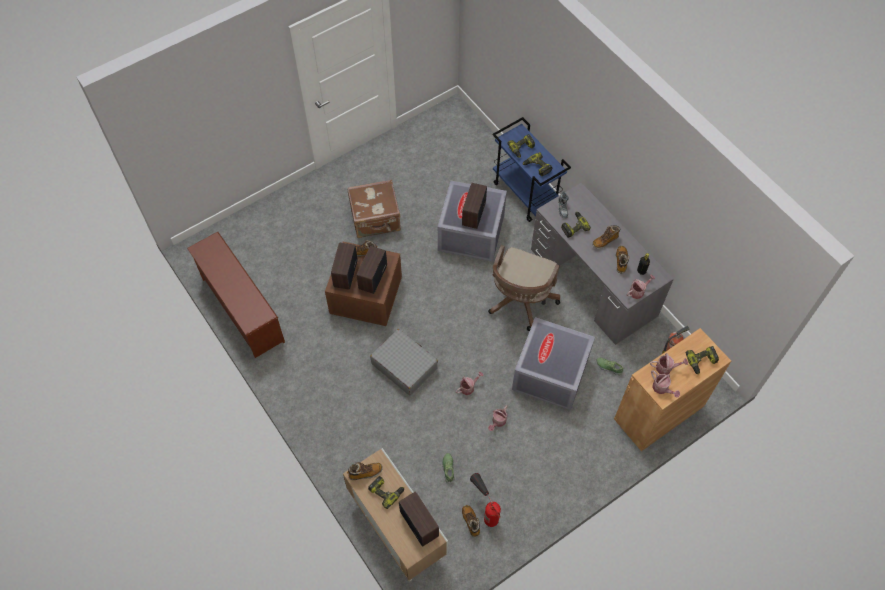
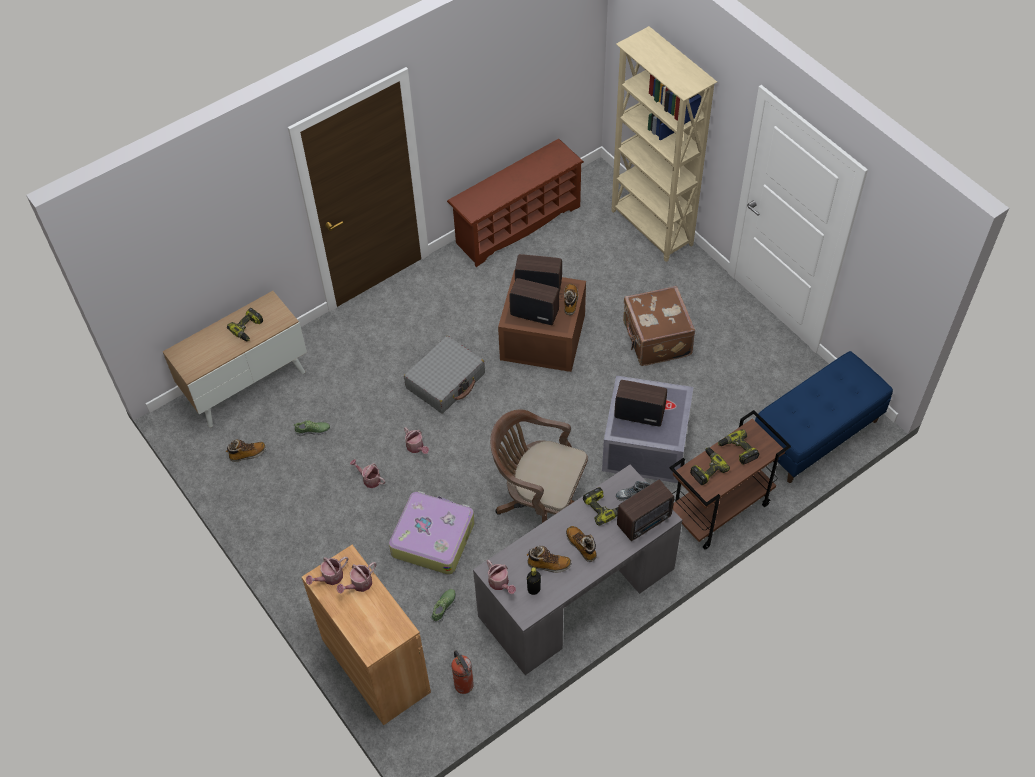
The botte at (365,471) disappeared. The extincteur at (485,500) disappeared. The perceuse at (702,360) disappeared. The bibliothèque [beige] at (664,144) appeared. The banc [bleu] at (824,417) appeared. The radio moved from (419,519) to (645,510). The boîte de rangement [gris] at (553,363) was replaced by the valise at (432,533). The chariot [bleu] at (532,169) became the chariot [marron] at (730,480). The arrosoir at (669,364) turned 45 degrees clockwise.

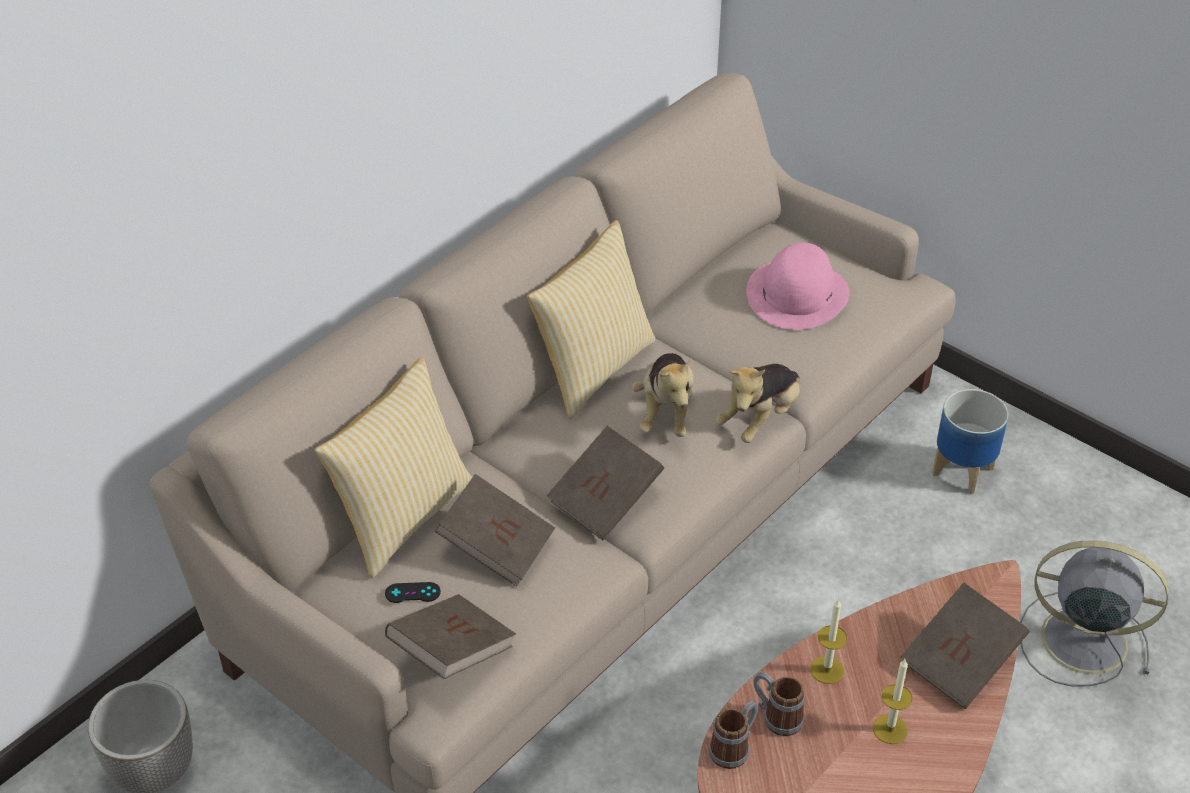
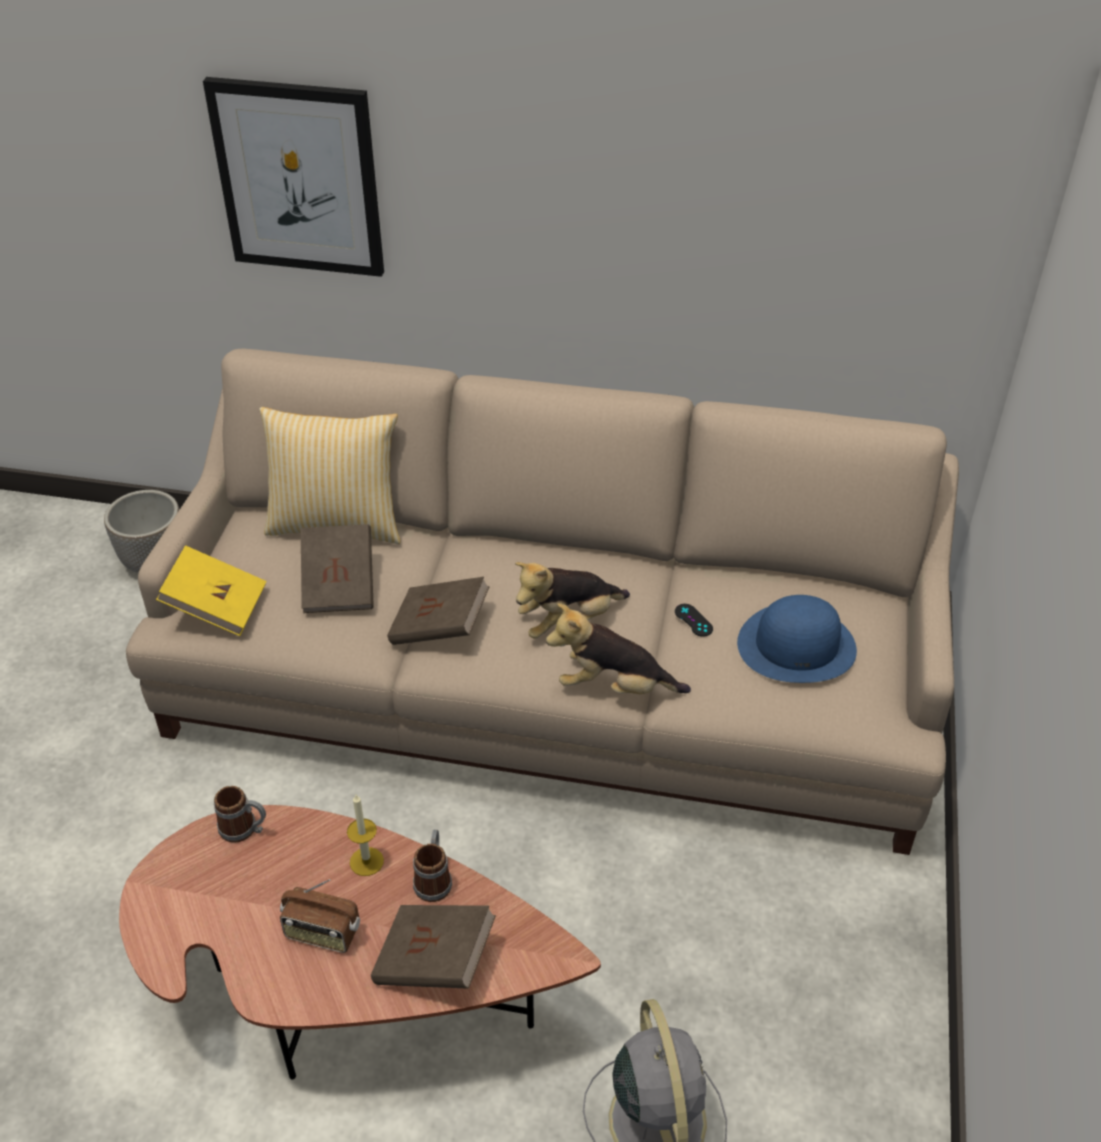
The coussin at (591,319) disappeared. The cache-pot at (970,441) disappeared. The tableau at (293,177) appeared. The manette [noir] moved from (413,592) to (694,620). The mug moved from (779,704) to (432,865). The bougie at (892,701) was replaced by the radio at (320,916). The livre [marron] at (450,636) became the livre [jaune] at (211,590). The chapeau [rose] at (797,286) became the chapeau [bleu] at (797,639).

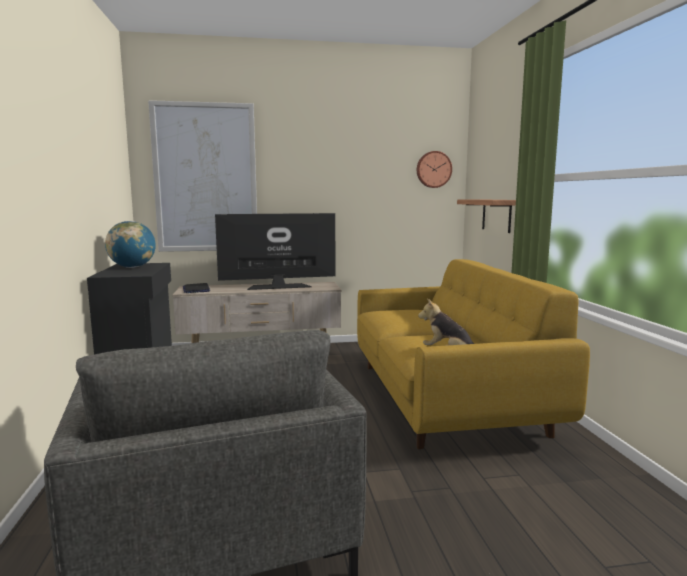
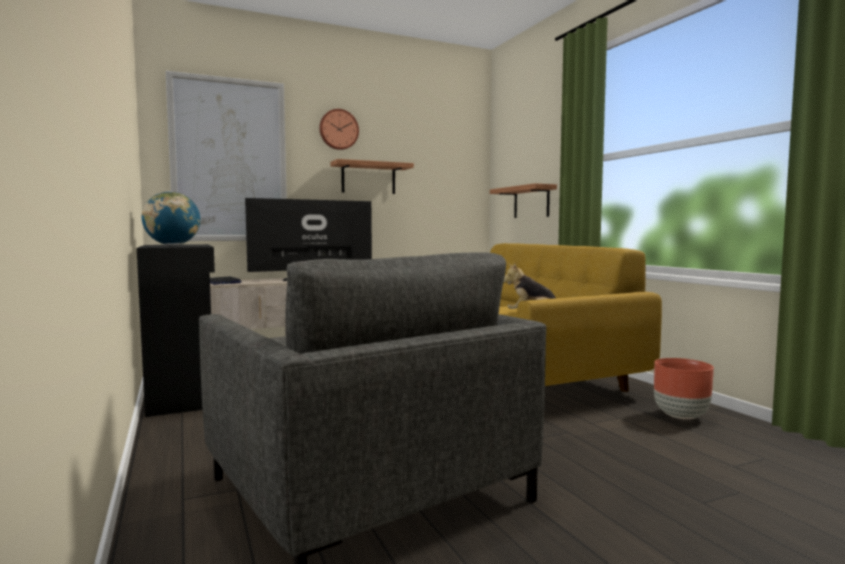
The étagère at (372,176) appeared. The cache-pot [marron] at (684,388) appeared. The horloge murale moved from (434,169) to (339,129).

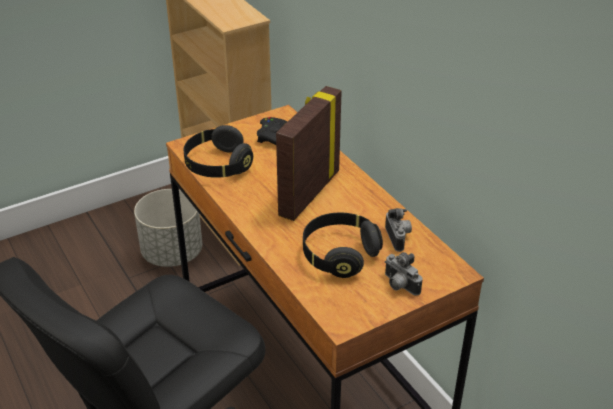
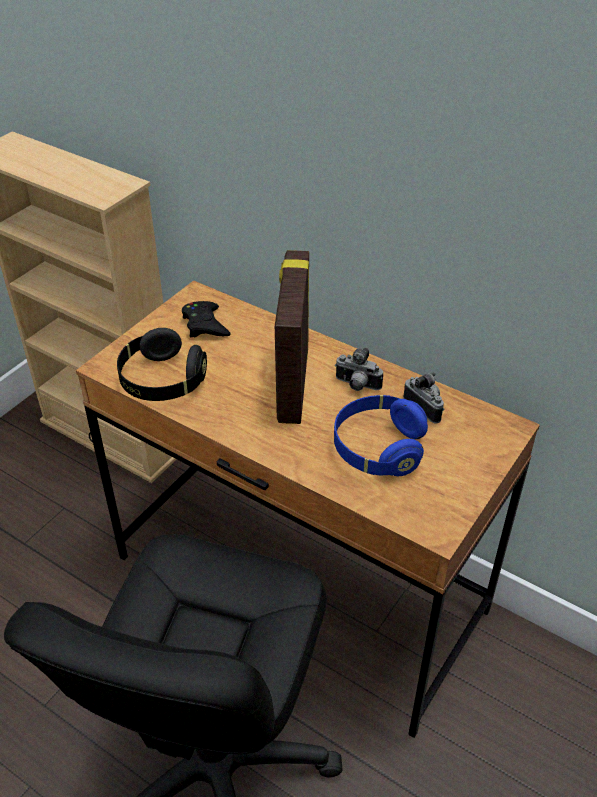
The cache-pot [gris] at (168,228) disappeared. The appareil photo moved from (404,273) to (359,369). The casque audio [noir] at (343,245) became the casque audio [bleu] at (381,435).

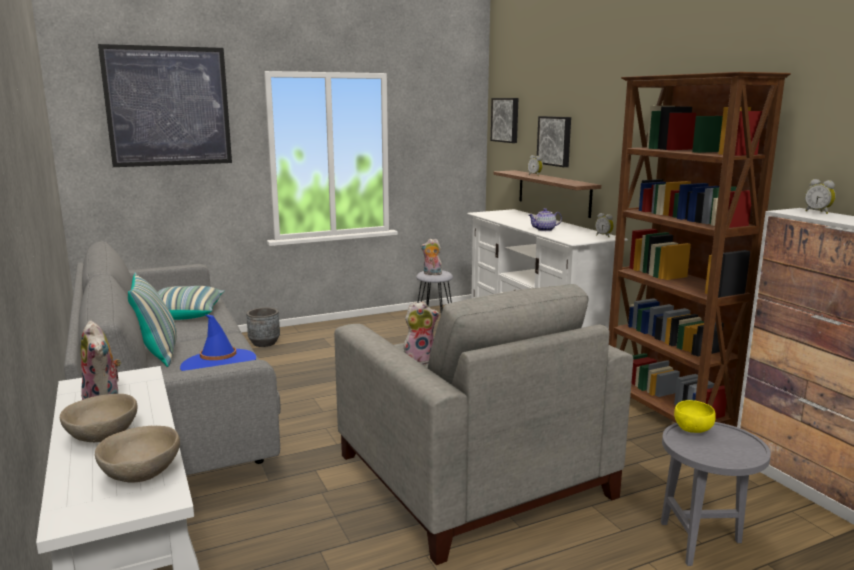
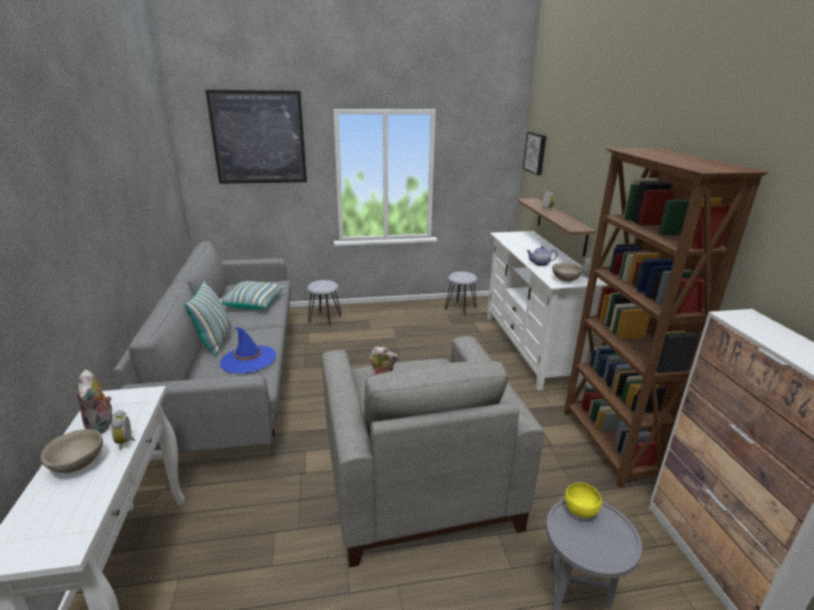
The peluche at (431,257) disappeared. The tableau at (554,141) disappeared. The bol [beige] moved from (137,454) to (567,272). The réveil moved from (820,196) to (123,430). The cache-pot [gris] at (263,327) was replaced by the tabouret [gris] at (324,303).

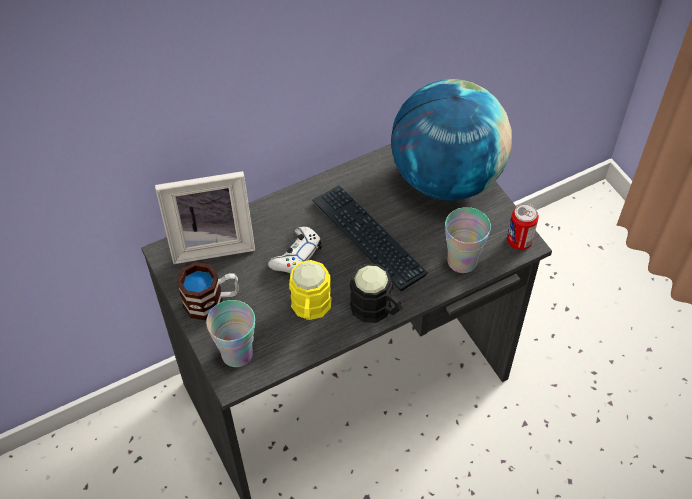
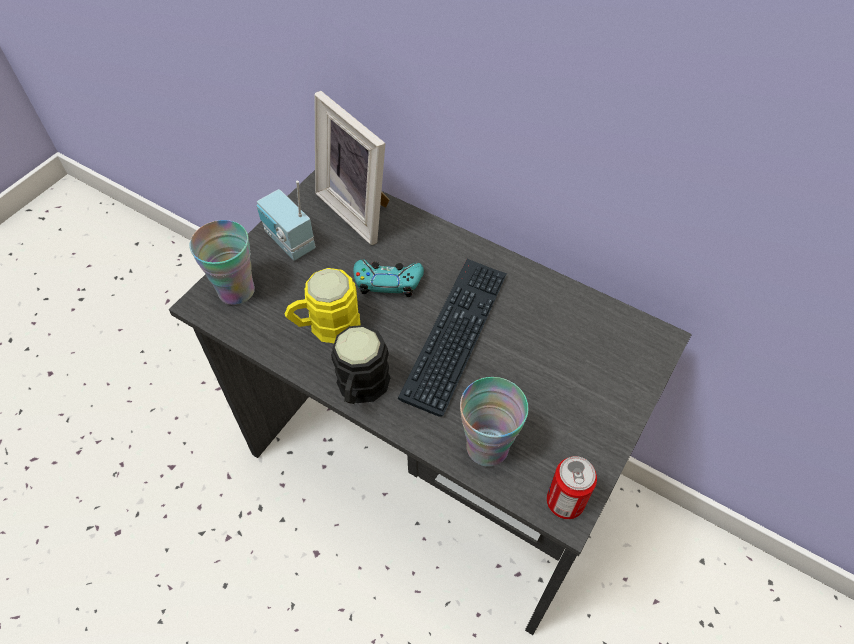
The globe at (451,140) disappeared. The mug at (208,291) was replaced by the radio at (286,221). The manette [blanc] at (295,250) became the manette [turquoise] at (388,278).

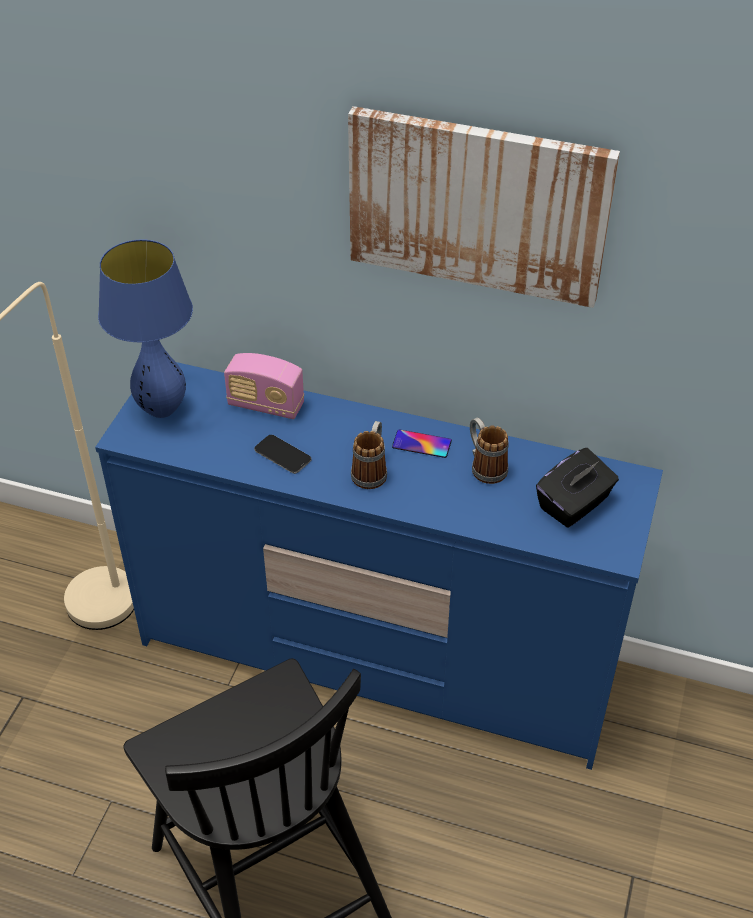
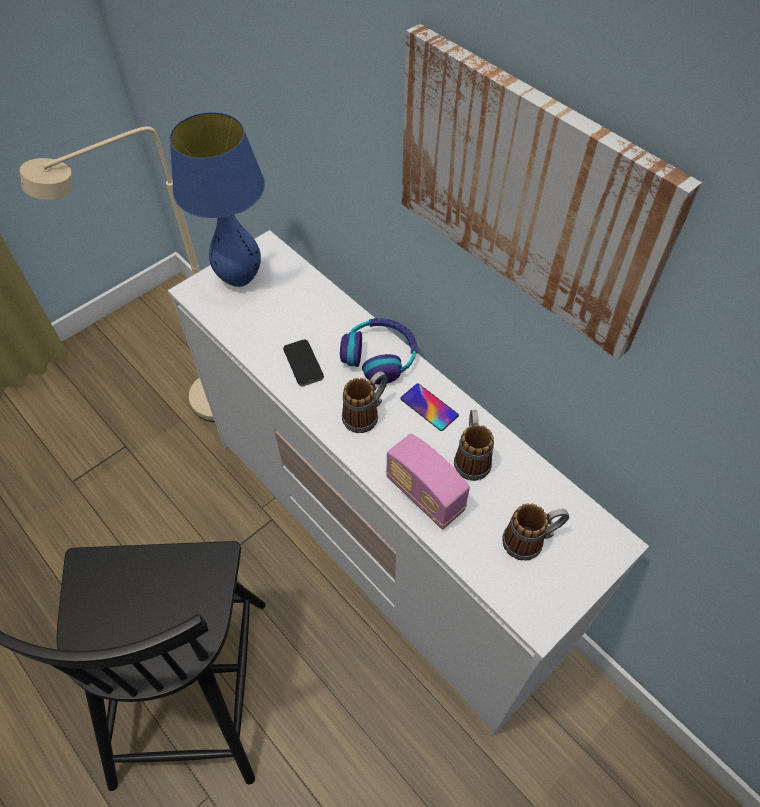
The casque audio at (378,351) appeared. The radio moved from (264,386) to (428,481). The boîte à mouchoirs [noir] at (577,487) was replaced by the mug at (535,532). The commode [bleu] at (379,566) became the commode [blanc] at (408,483).

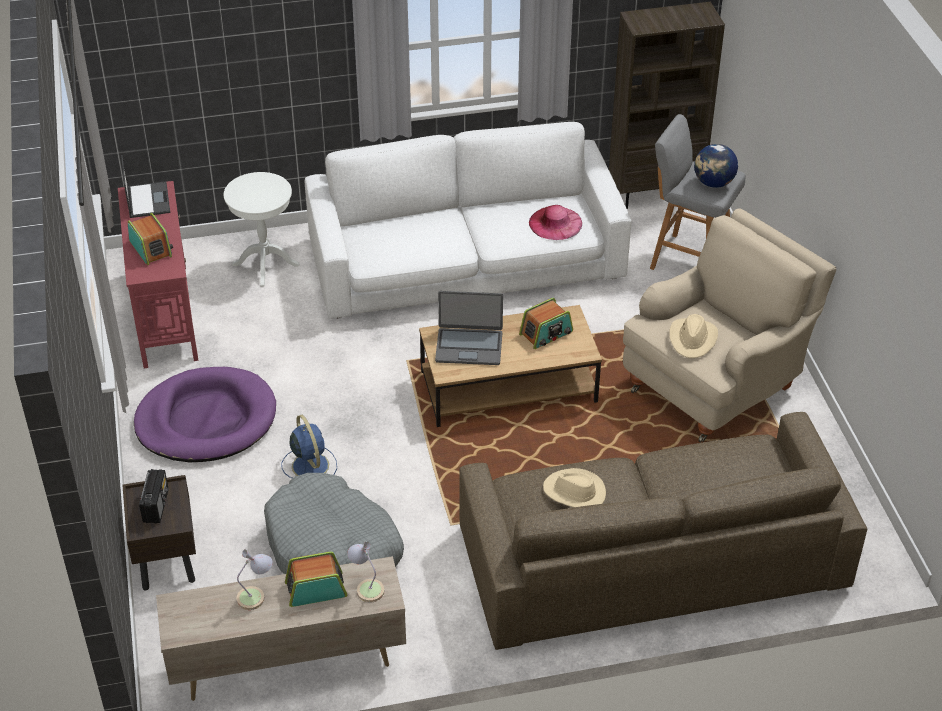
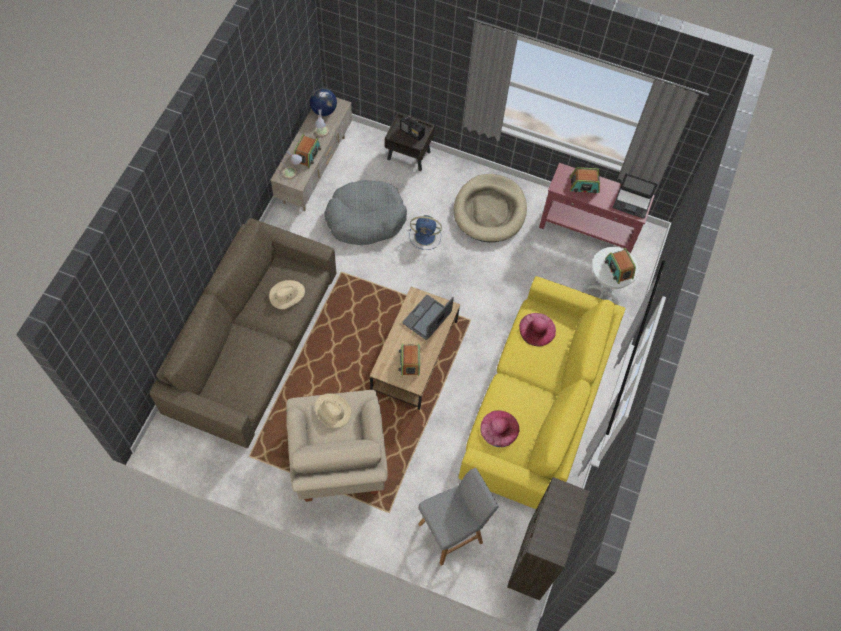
The chapeau [rose] at (537,329) appeared. The radio at (620,266) appeared. The globe moved from (716,166) to (323,102). The panier pour chien [violet] at (205,414) became the panier pour chien [beige] at (490,208). The canapé [blanc] at (468,220) became the canapé [jaune] at (541,392).

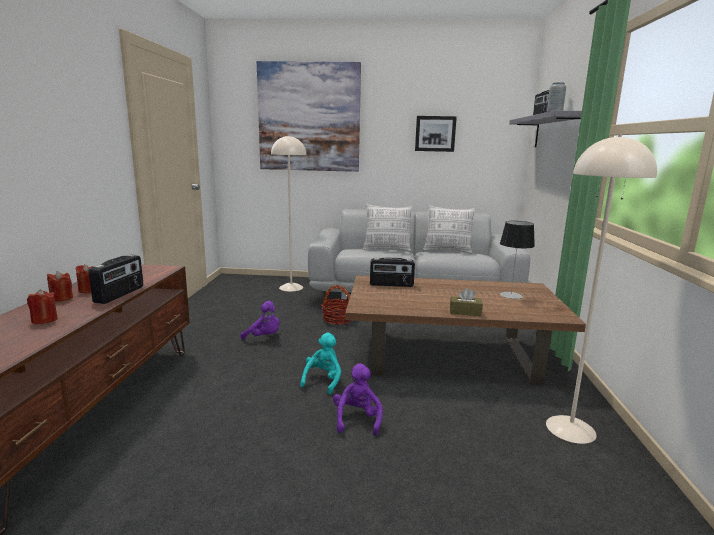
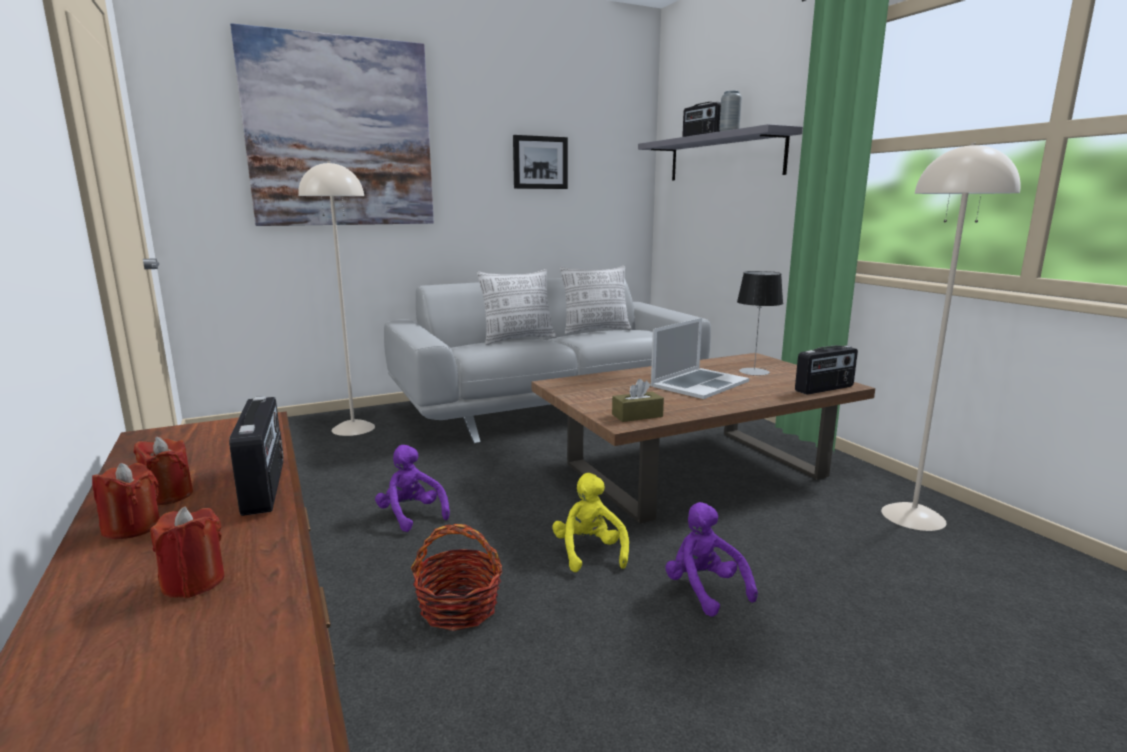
The ordinateur portable at (700,358) appeared. The panier moved from (336,305) to (457,577). The radio moved from (392,272) to (826,370). The boîte à mouchoirs [marron] moved from (466,302) to (638,400). The peluche [turquoise] at (320,363) became the peluche [jaune] at (590,522). The peluche [violet] at (260,320) turned 120 degrees counterclockwise.

